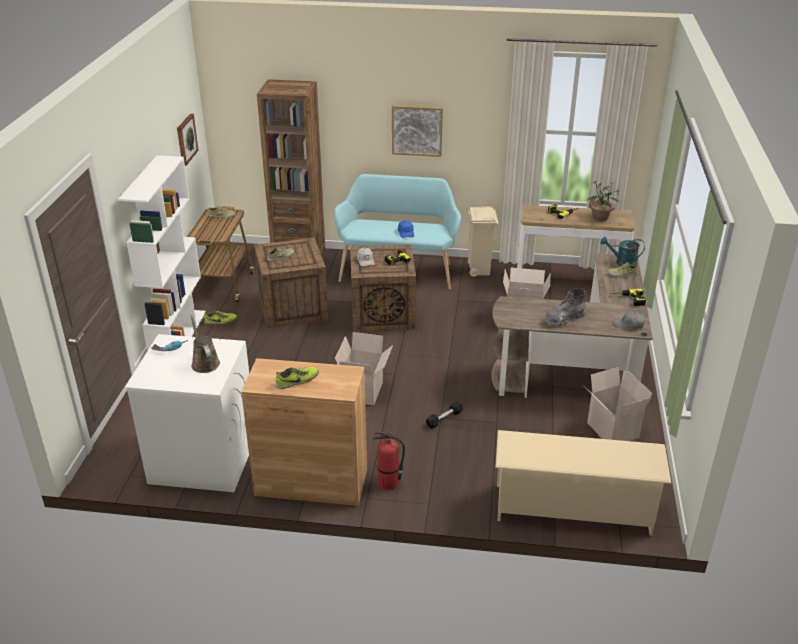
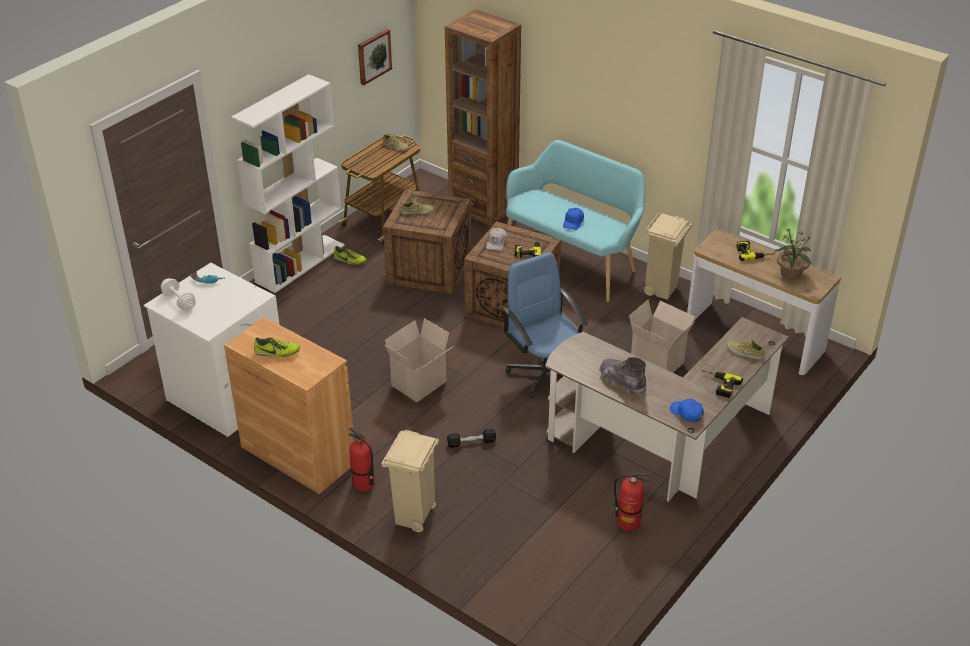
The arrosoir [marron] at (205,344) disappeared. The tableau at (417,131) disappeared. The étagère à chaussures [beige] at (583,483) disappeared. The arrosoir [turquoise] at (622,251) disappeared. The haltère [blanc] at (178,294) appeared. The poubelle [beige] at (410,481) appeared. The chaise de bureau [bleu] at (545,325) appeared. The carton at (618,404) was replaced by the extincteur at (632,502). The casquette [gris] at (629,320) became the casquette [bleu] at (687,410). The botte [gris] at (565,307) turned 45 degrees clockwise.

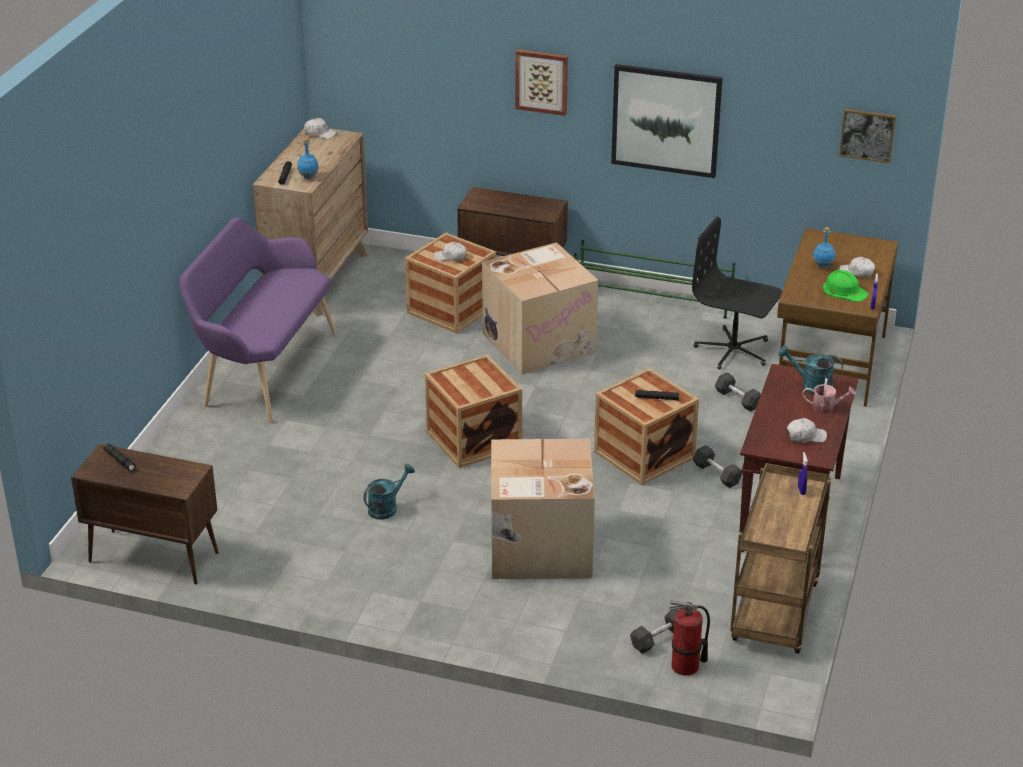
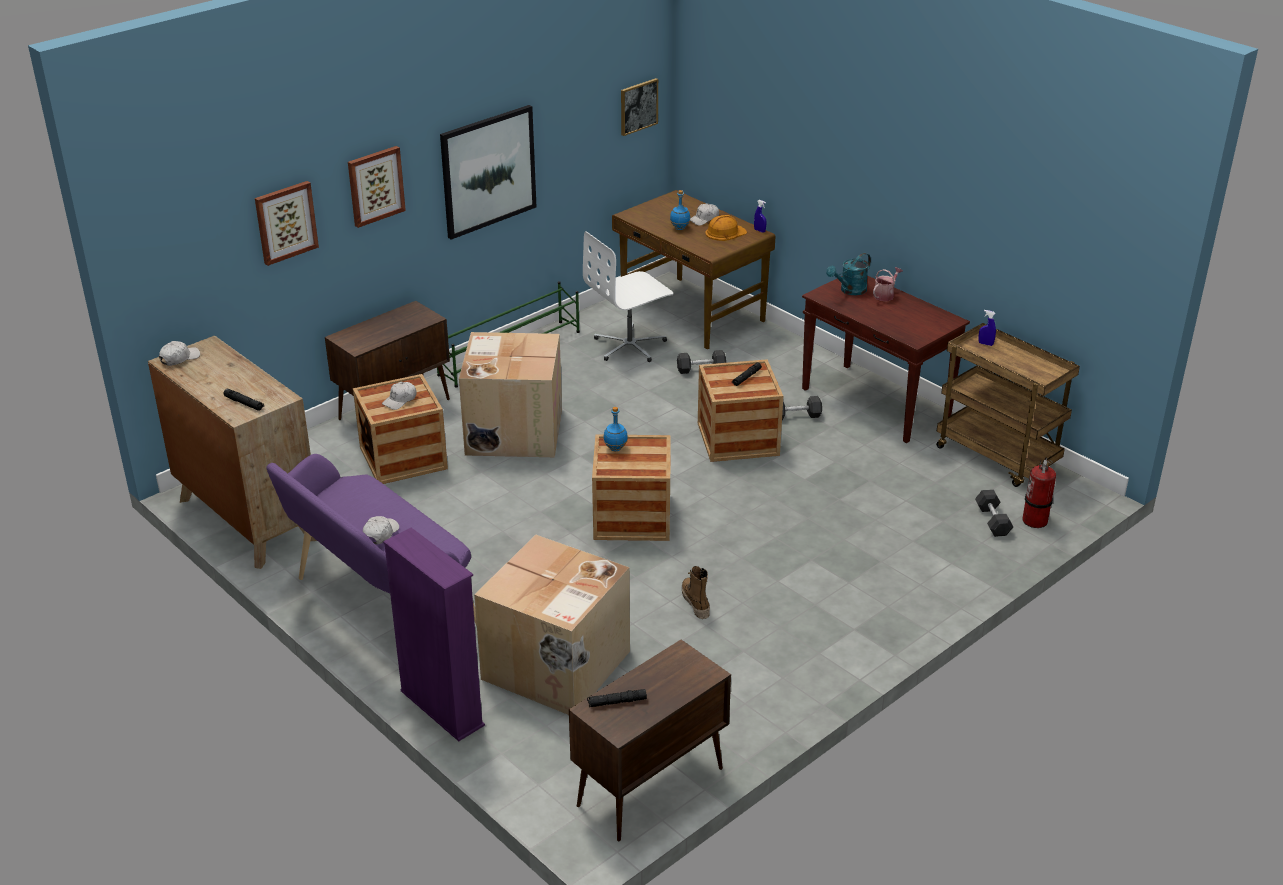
The tableau at (287,223) appeared. The bibliothèque [violet] at (434,634) appeared. The bouteille [bleu] moved from (308,158) to (615,429). The carton moved from (543,509) to (552,625). The casquette [blanc] moved from (807,430) to (381,530). The arrosoir [turquoise] at (389,492) was replaced by the botte at (696,592). The chaise de bureau [noir] at (737,293) became the chaise de bureau [blanc] at (628,296). The casque de chantier [vert] at (846,286) became the casque de chantier [orange] at (726,228).

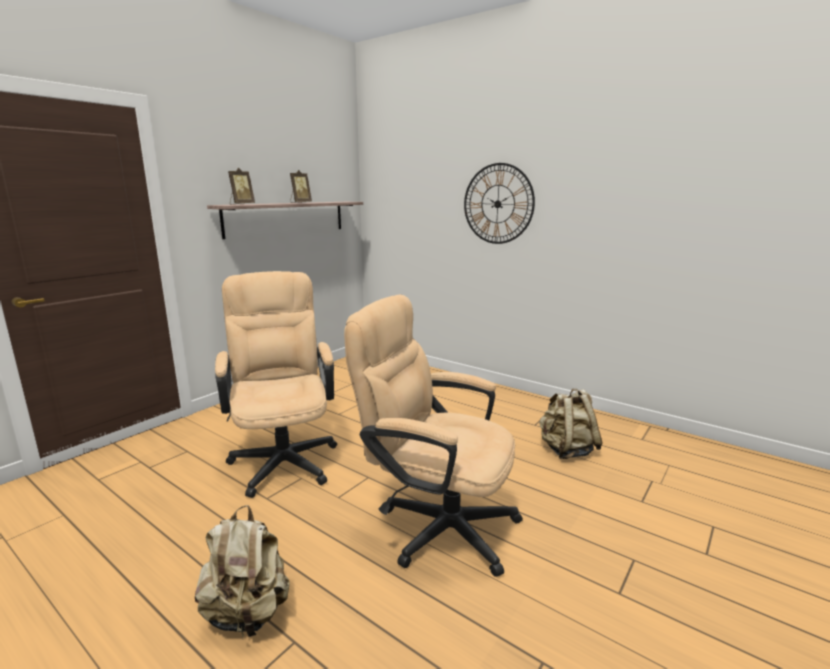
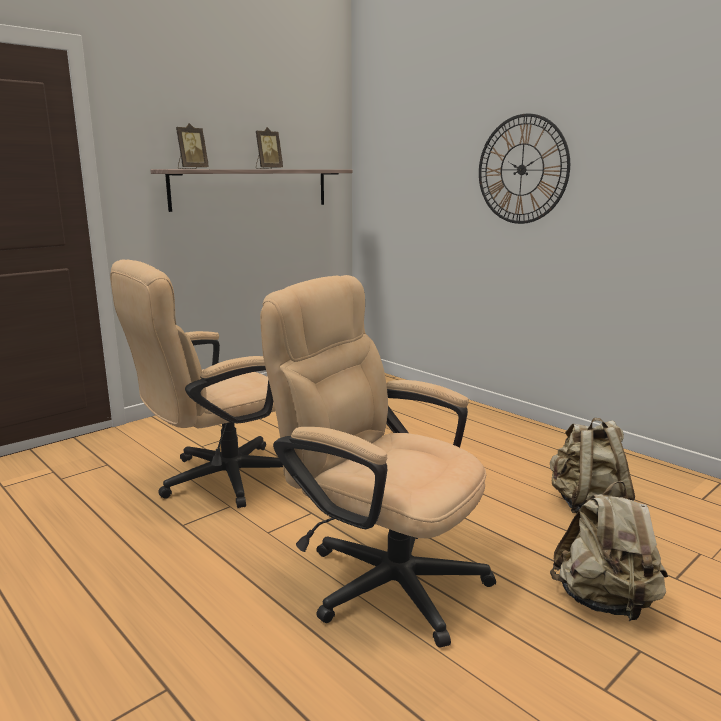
The sac à dos [beige] moved from (242,572) to (609,551). The chaise de bureau [beige] at (276,384) turned 120 degrees counterclockwise.

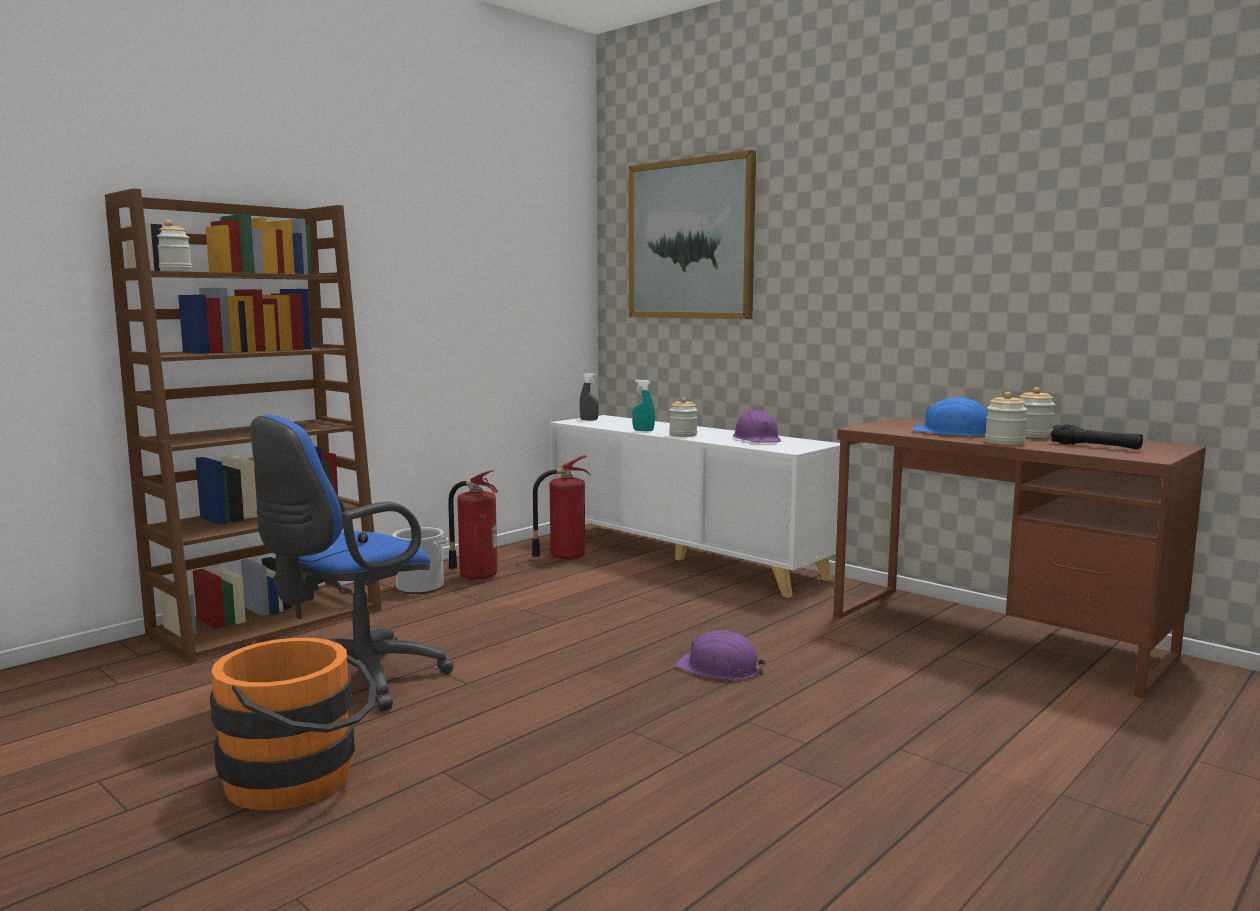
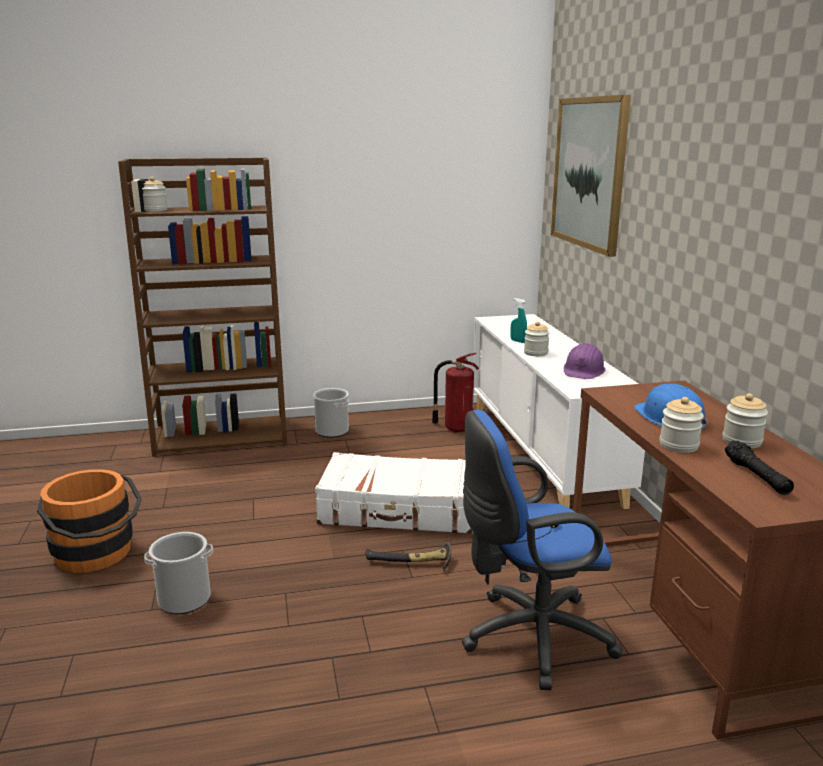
The extincteur at (473,525) disappeared. The vaporisateur [gris] at (589,397) disappeared. The seau at (178,573) appeared. The valise [blanc] at (394,493) appeared. The chaise de bureau [bleu] moved from (352,563) to (542,550). The casque de chantier [violet] at (721,655) was replaced by the marteau at (408,557).

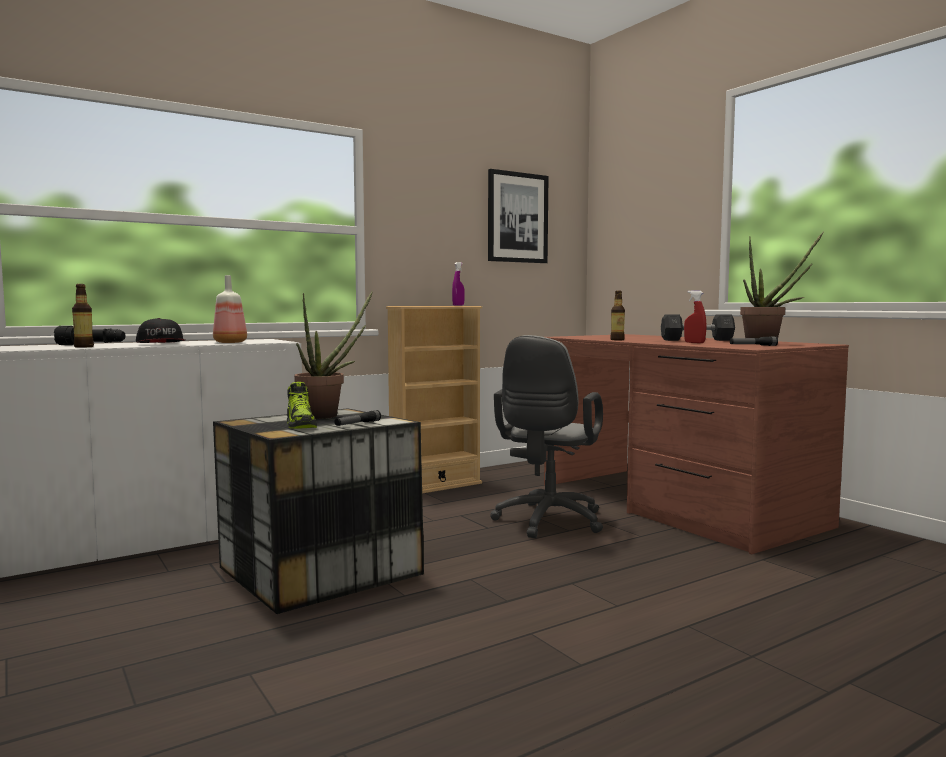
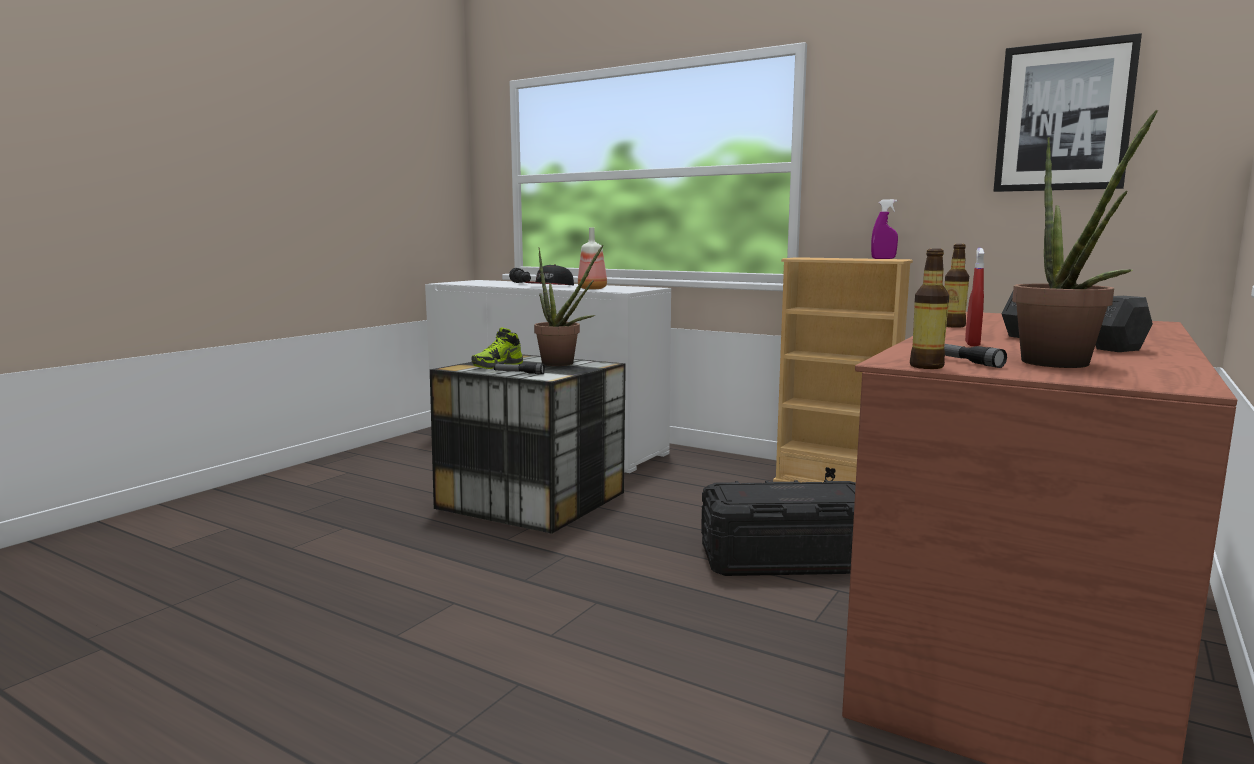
The bouteille moved from (83,316) to (929,309). The chaise de bureau [gris] at (546,436) was replaced by the boîte de rangement [noir] at (778,528).

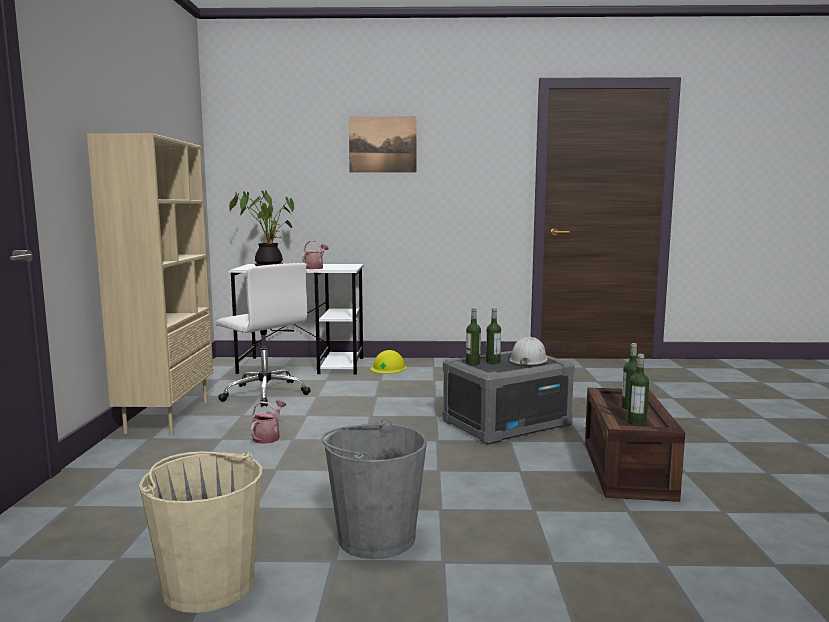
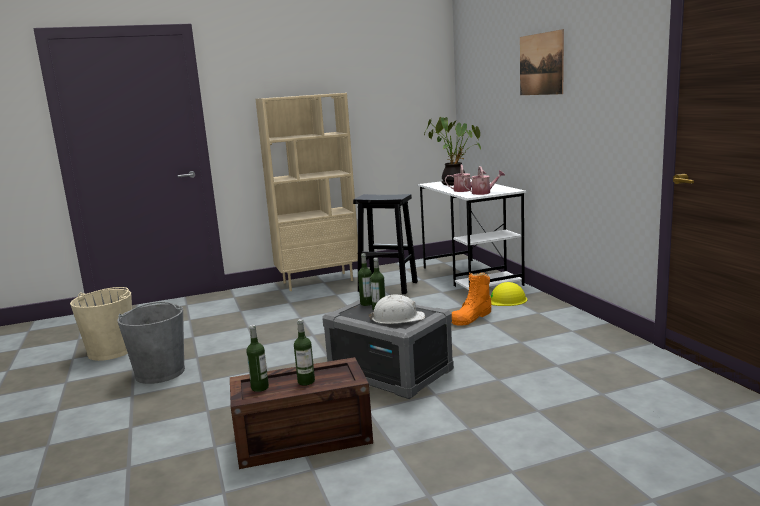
The botte [orange] at (472,299) appeared. The arrosoir moved from (268,422) to (484,180). The chaise de bureau [blanc] at (263,335) was replaced by the tabouret [noir] at (385,244).

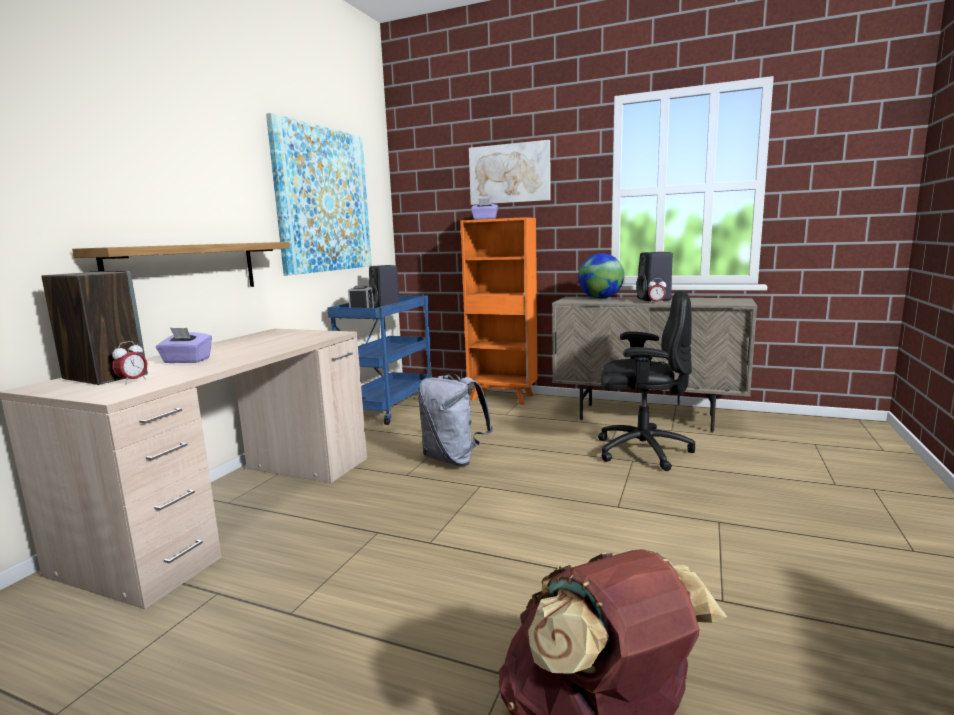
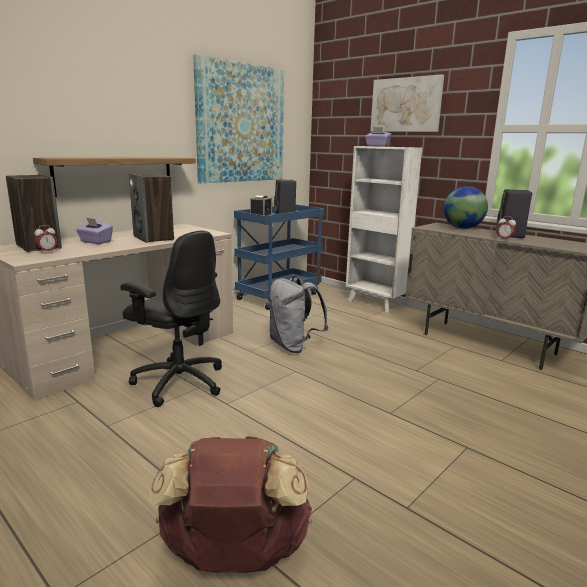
The enceinte at (151,208) appeared. The chaise de bureau [noir] moved from (646,380) to (171,319). The bibliothèque [orange] at (499,311) became the bibliothèque [blanc] at (384,229).

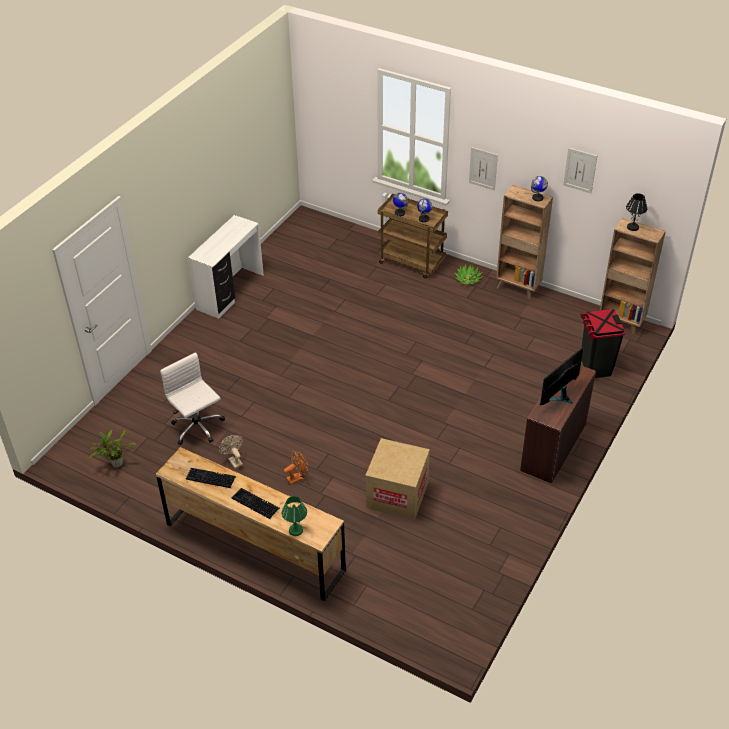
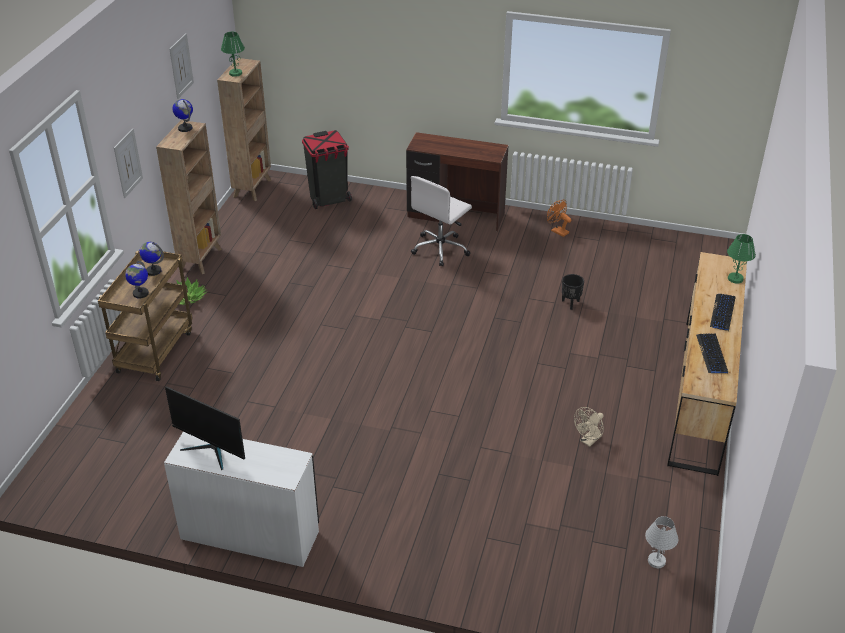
The chaise de bureau [blanc] moved from (192,398) to (441,221). The ventilateur [orange] moved from (296,468) to (559,218). The écran d'ordinateur moved from (562,376) to (205,428). The plante en pot at (112,449) was replaced by the lampe de table [blanc] at (661,542). The carton at (397,479) was replaced by the cache-pot [noir] at (573,292). The lampe de table [noir] at (636,212) became the lampe de table [vert] at (233,54).

